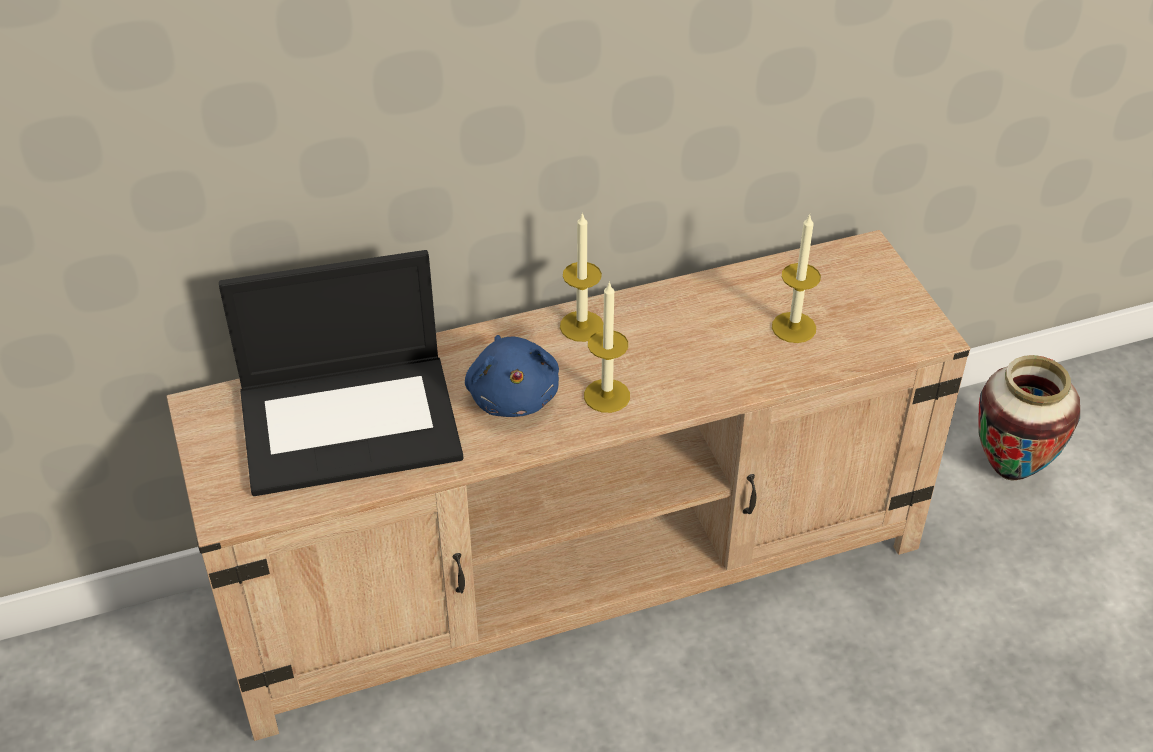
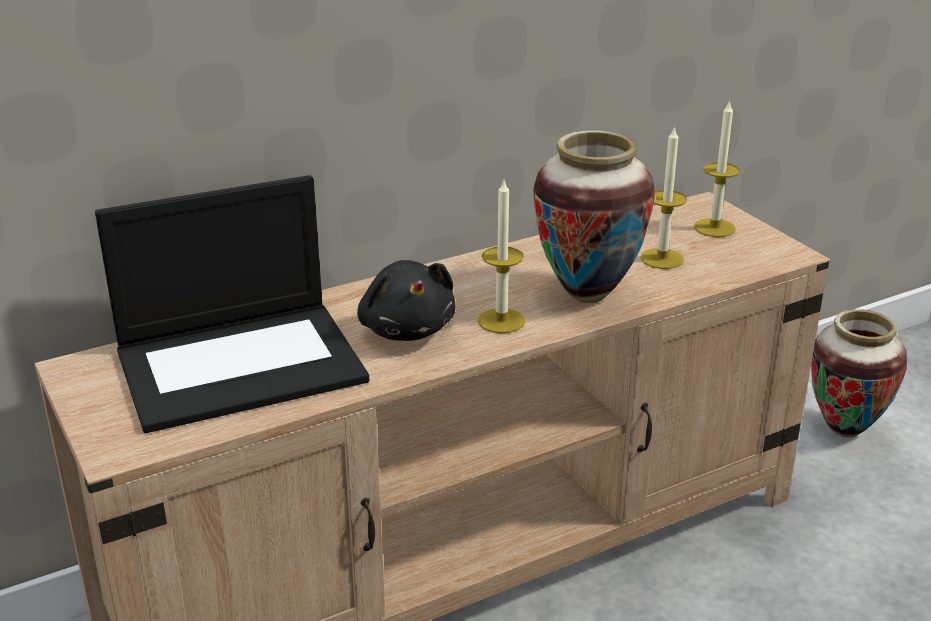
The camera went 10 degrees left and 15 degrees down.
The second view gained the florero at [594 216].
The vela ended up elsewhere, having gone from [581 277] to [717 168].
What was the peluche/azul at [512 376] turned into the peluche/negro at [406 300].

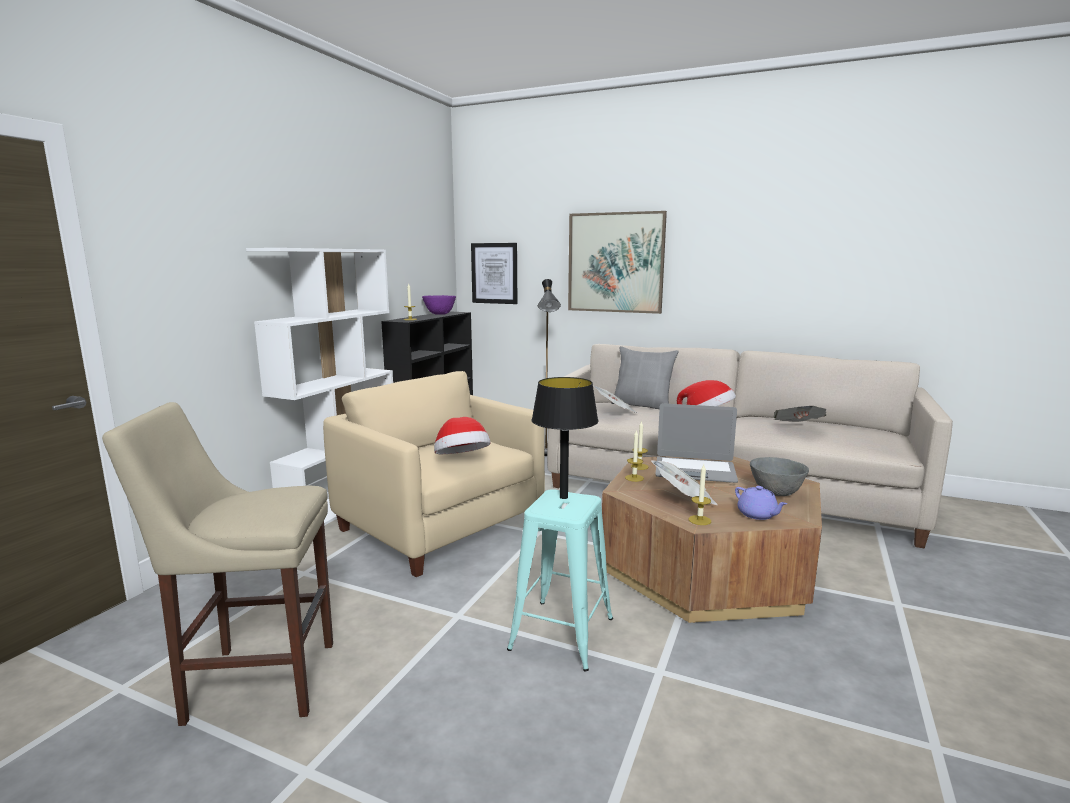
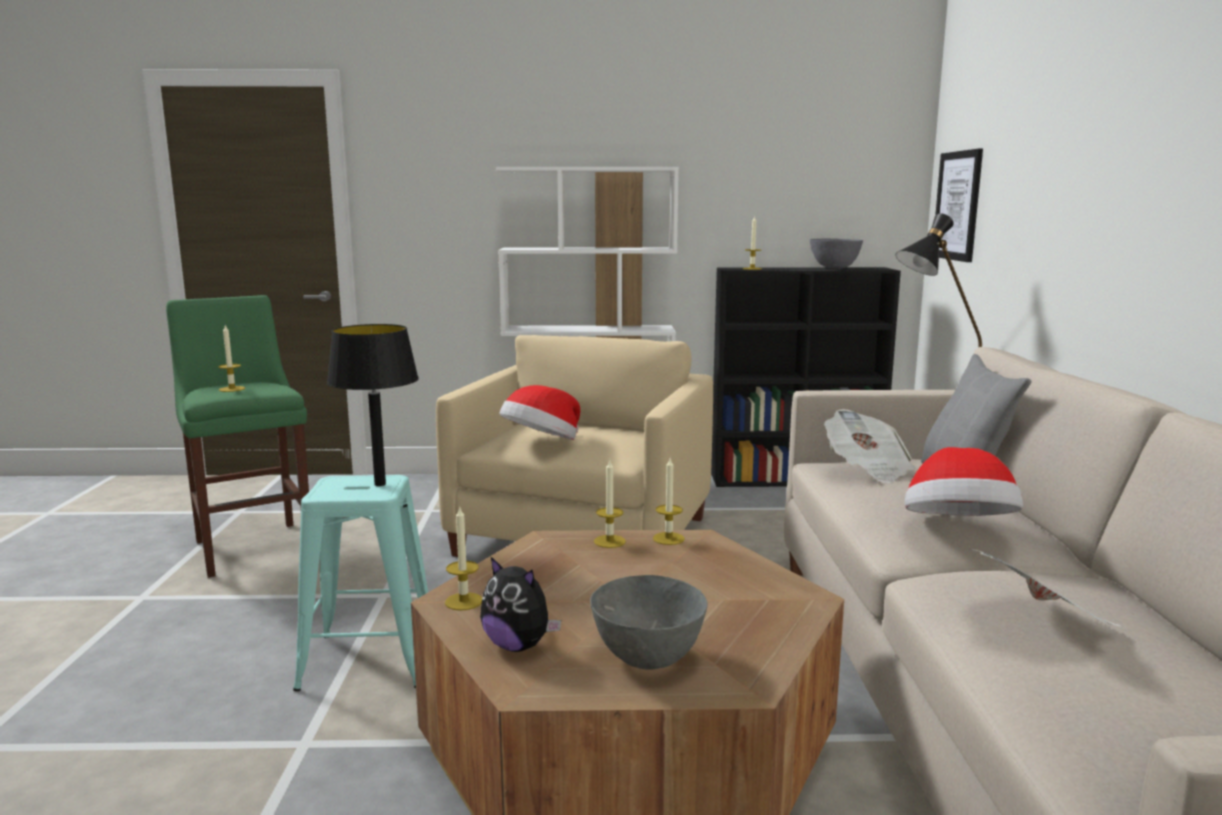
The camera went 65 degrees right and 0 degrees up.
The second view lost the cuadro at [617 262].
The second view lost the periódico at [684 482].
The second view lost the portátil at [696 443].
The second view gained the vela at [231 358].
Where the tetera/morado stood at [761 503], the peluche came to stand at [520 604].
What was the taburete/beis at [217 564] turned into the taburete/verde at [237 436].
What was the cuenco/morado at [439 305] turned into the cuenco/gris at [836 253].

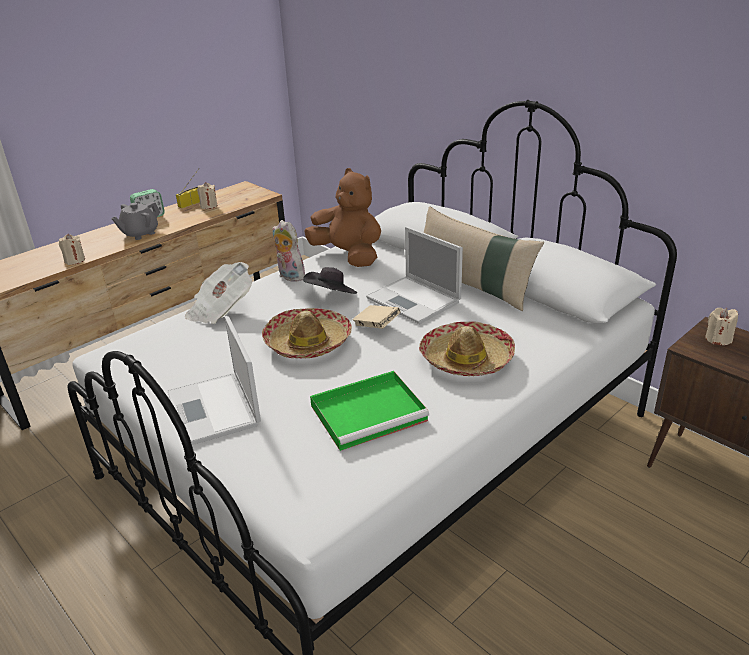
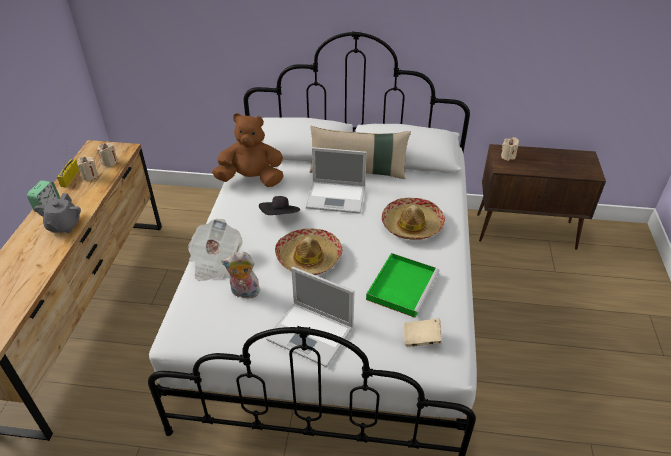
The camera went 40 degrees left and 10 degrees up.
The vela/beis ended up elsewhere, having gone from [72 249] to [107 155].
The peluche ended up elsewhere, having gone from [288 251] to [240 275].
The libro/beis ended up elsewhere, having gone from [377 317] to [423 332].

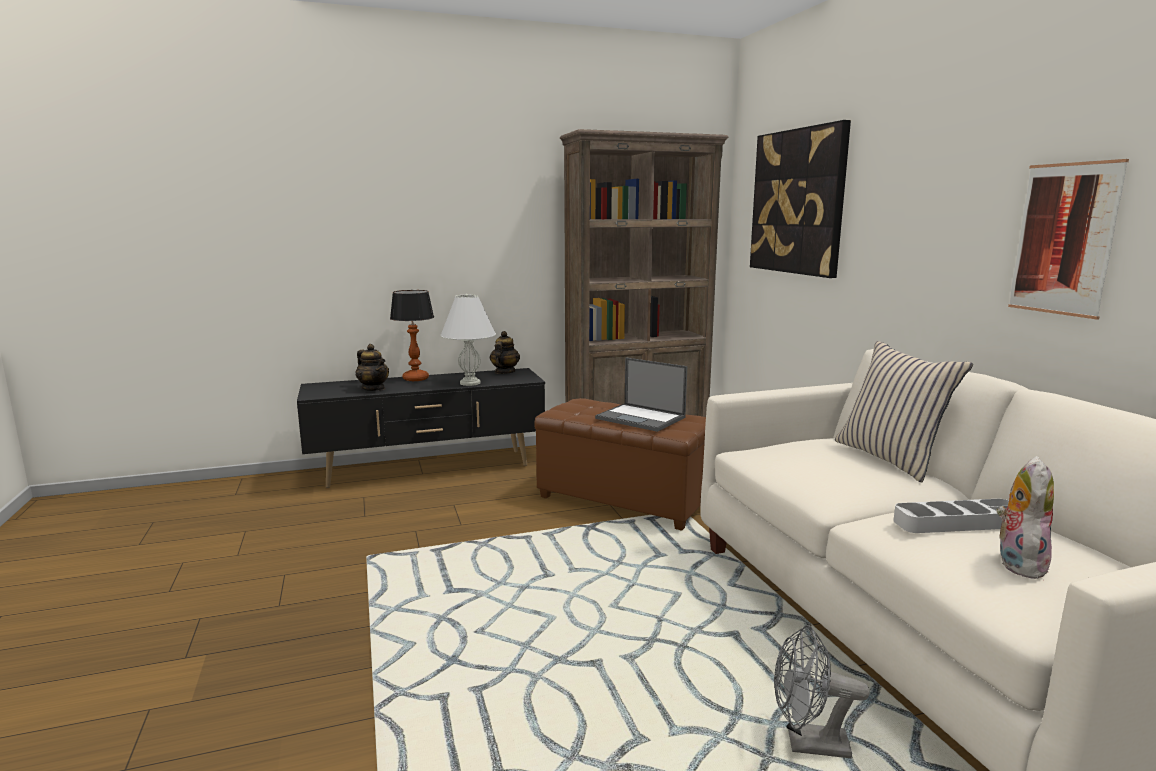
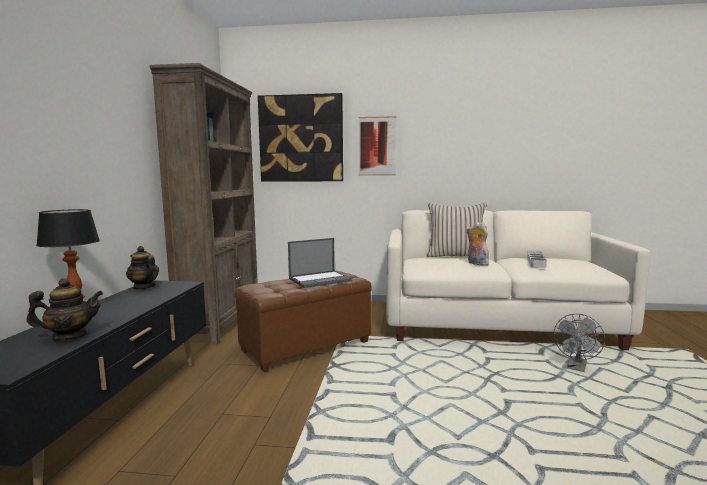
The camera went 65 degrees left and 5 degrees down.
The second view lost the lámpara de mesa/blanco at [468 340].
The peluche ended up elsewhere, having gone from [1025 517] to [477 243].
The cuadro ended up elsewhere, having gone from [1068 239] to [377 146].

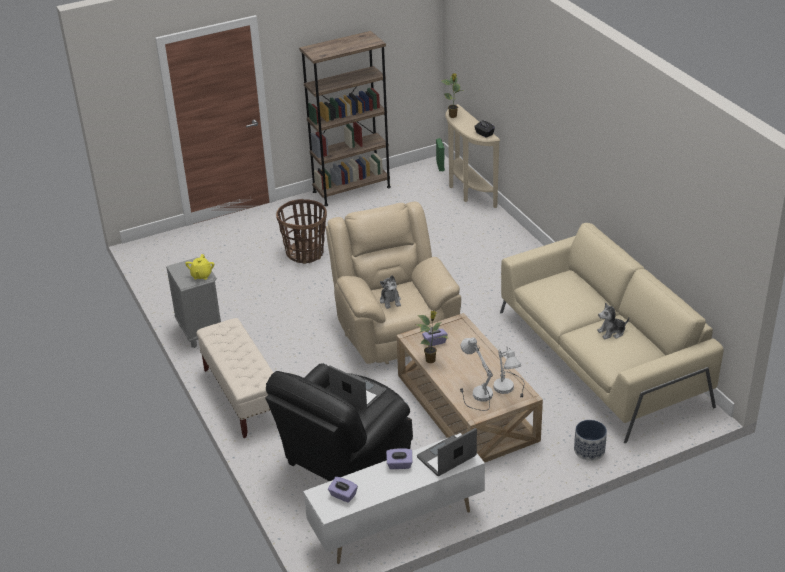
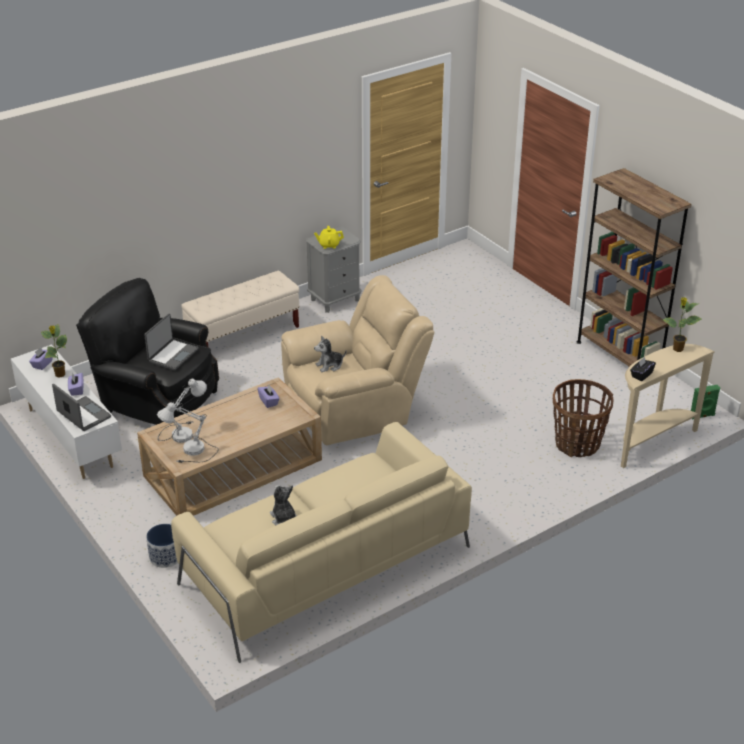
The camera went 80 degrees right and 0 degrees up.
The cesta ended up elsewhere, having gone from [301 231] to [583 418].
The planta en maceta ended up elsewhere, having gone from [432 337] to [54 351].

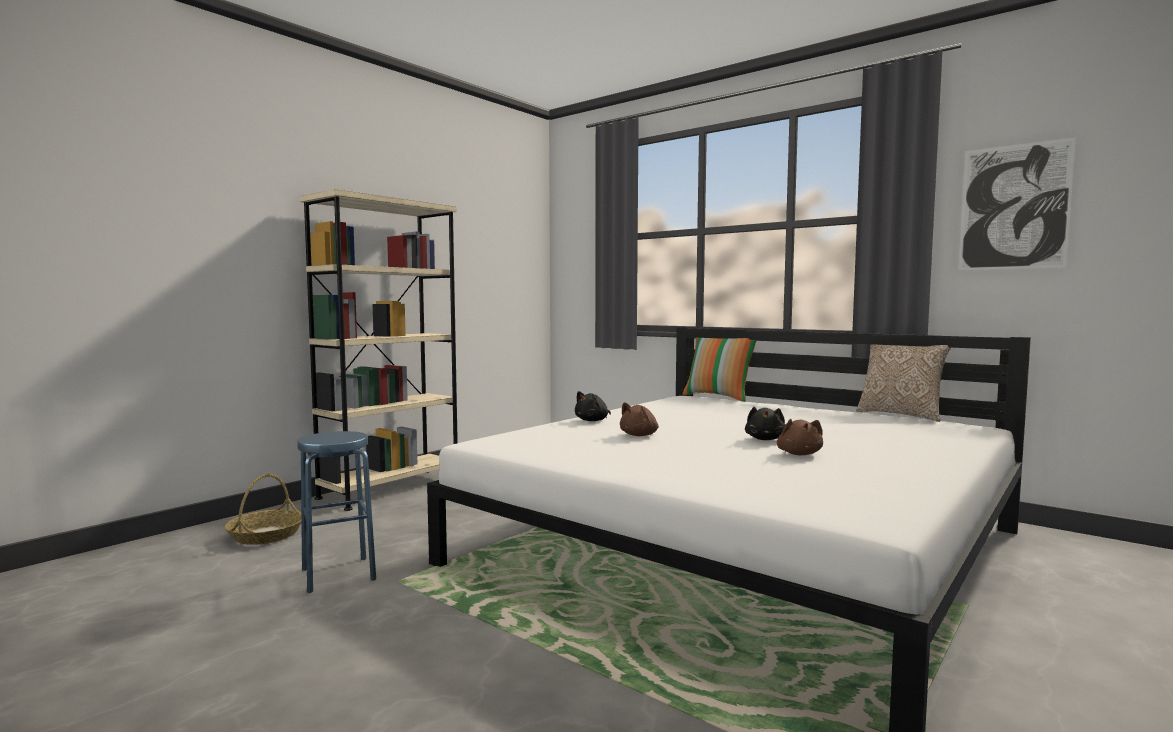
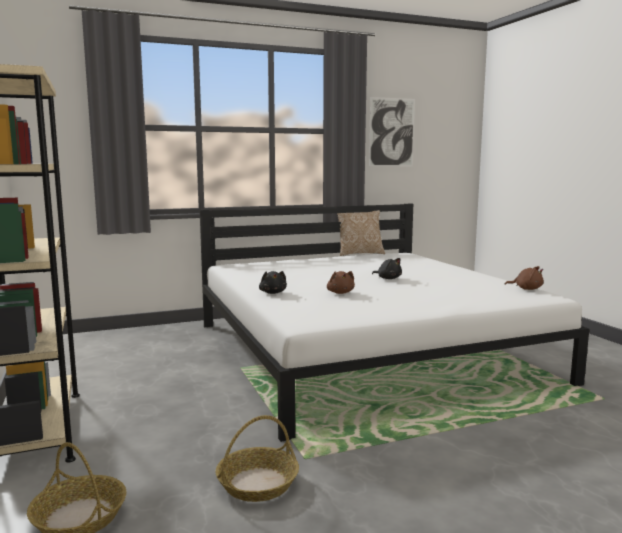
The camera went 60 degrees left and 5 degrees up.
The second view lost the cojín at [720 370].
The peluche/marrón ended up elsewhere, having gone from [800 437] to [524 278].
Where the taburete/azul stood at [336 512], the cesta came to stand at [257 458].

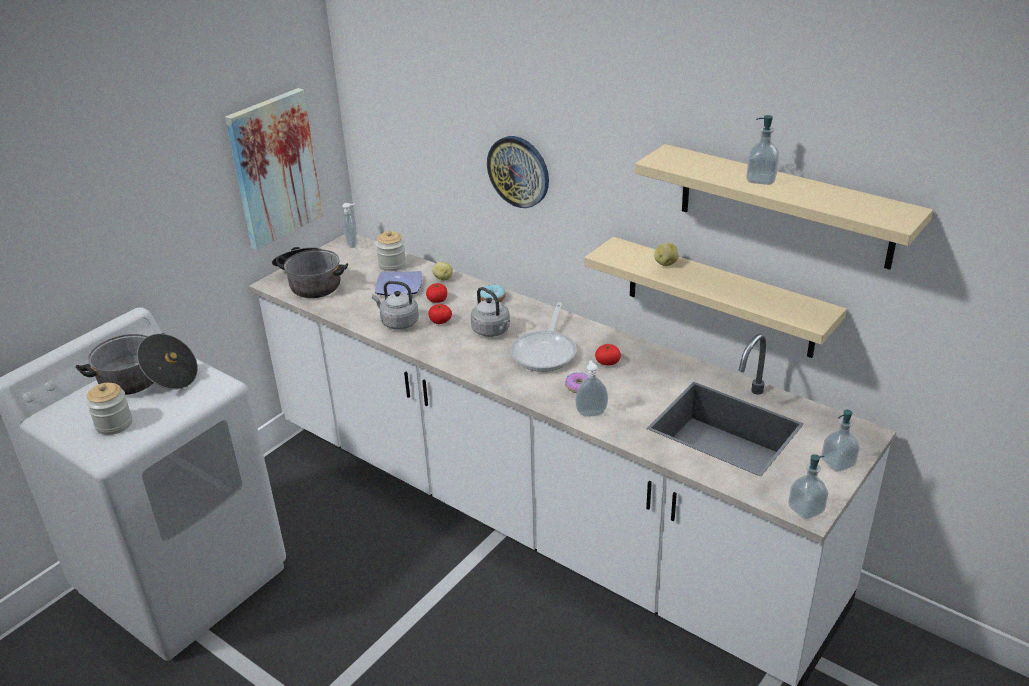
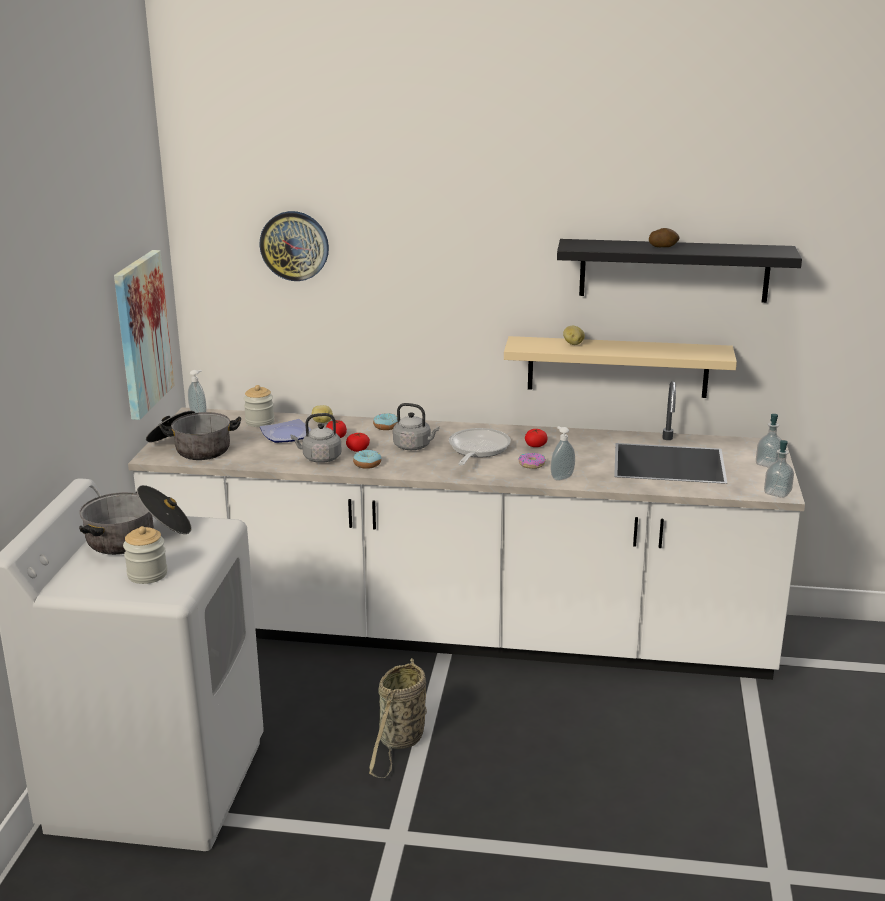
The camera went 30 degrees left and 10 degrees down.
The second view gained the rosquilla at [367 459].
The second view gained the cesta at [398 718].
The reloj de pared ended up elsewhere, having gone from [518 172] to [294 246].
Where the dispensador de jabón stood at [762 150], the patata came to stand at [664 237].
What was the estante/beis at [784 207] turned into the estante/negro at [679 271].
The sartén at [543 337] ended up facing another way, 150 degrees counterclockwise from before.

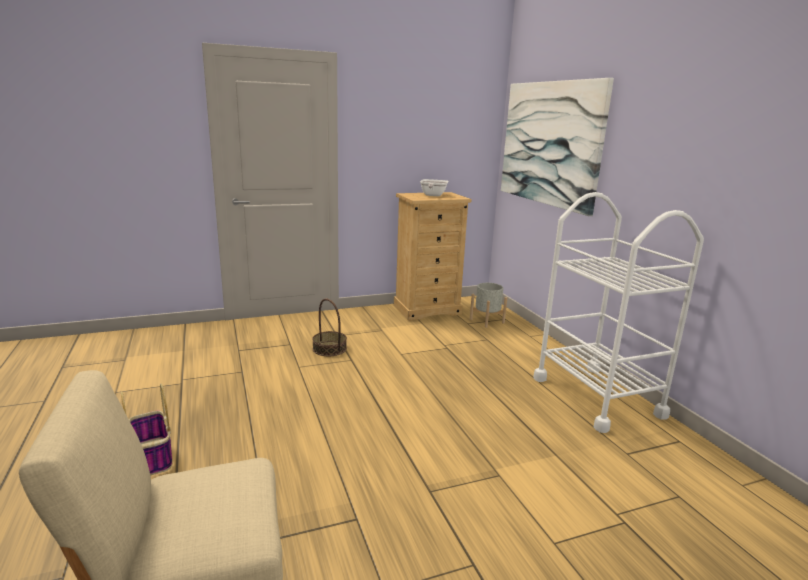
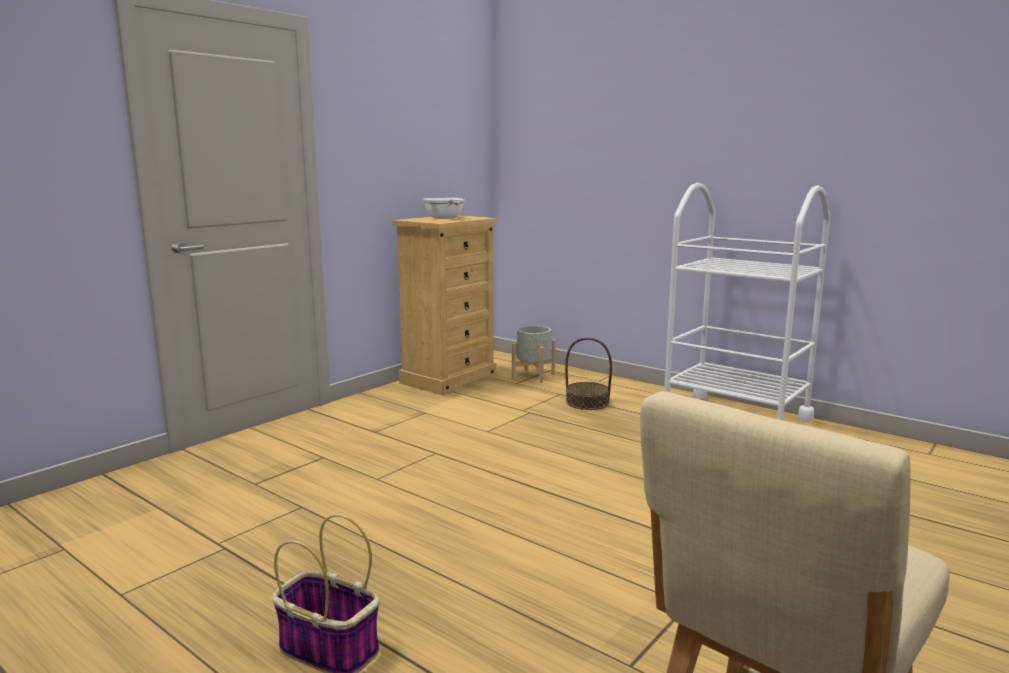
The camera went 30 degrees left and 5 degrees down.
The second view lost the cuadro at [557 147].
The cesta ended up elsewhere, having gone from [329 327] to [588 373].

